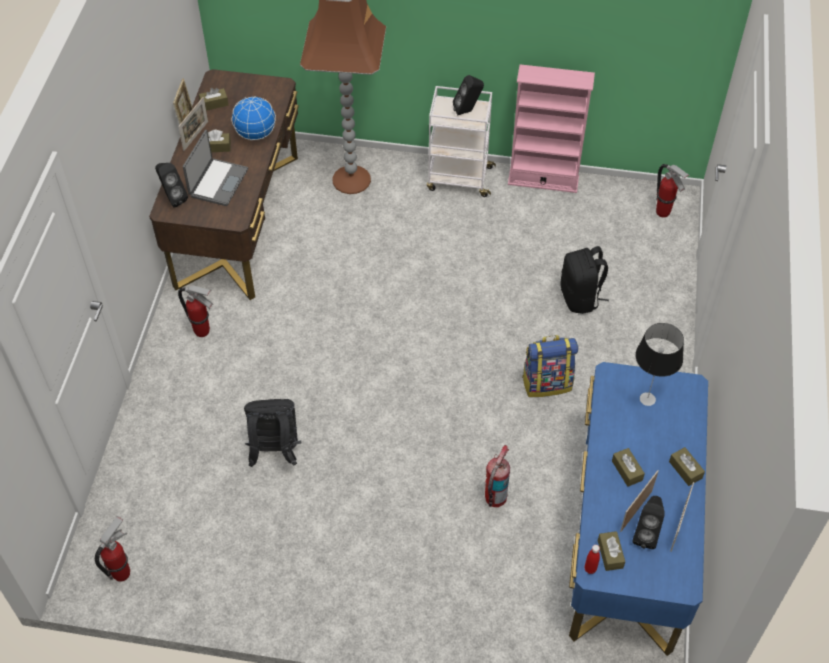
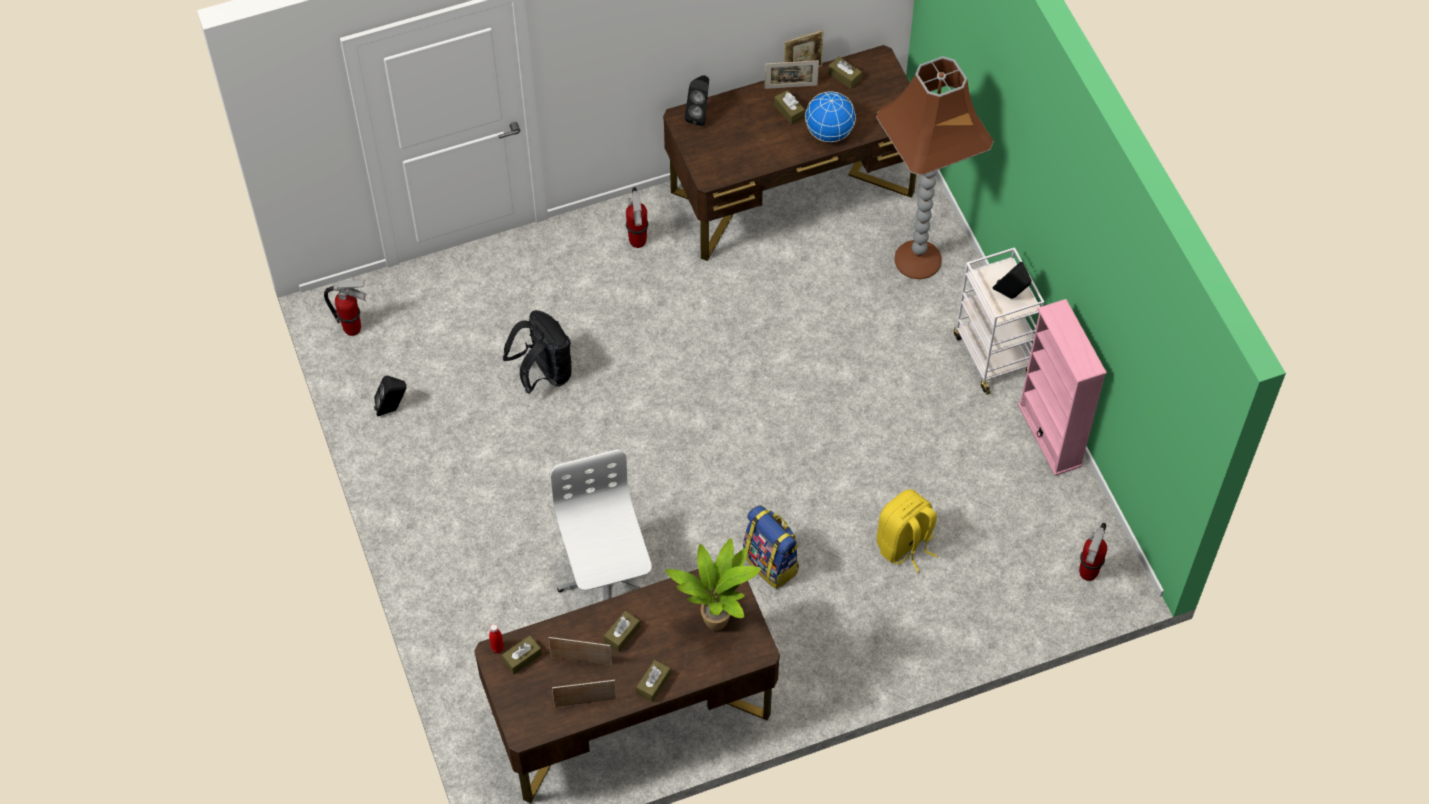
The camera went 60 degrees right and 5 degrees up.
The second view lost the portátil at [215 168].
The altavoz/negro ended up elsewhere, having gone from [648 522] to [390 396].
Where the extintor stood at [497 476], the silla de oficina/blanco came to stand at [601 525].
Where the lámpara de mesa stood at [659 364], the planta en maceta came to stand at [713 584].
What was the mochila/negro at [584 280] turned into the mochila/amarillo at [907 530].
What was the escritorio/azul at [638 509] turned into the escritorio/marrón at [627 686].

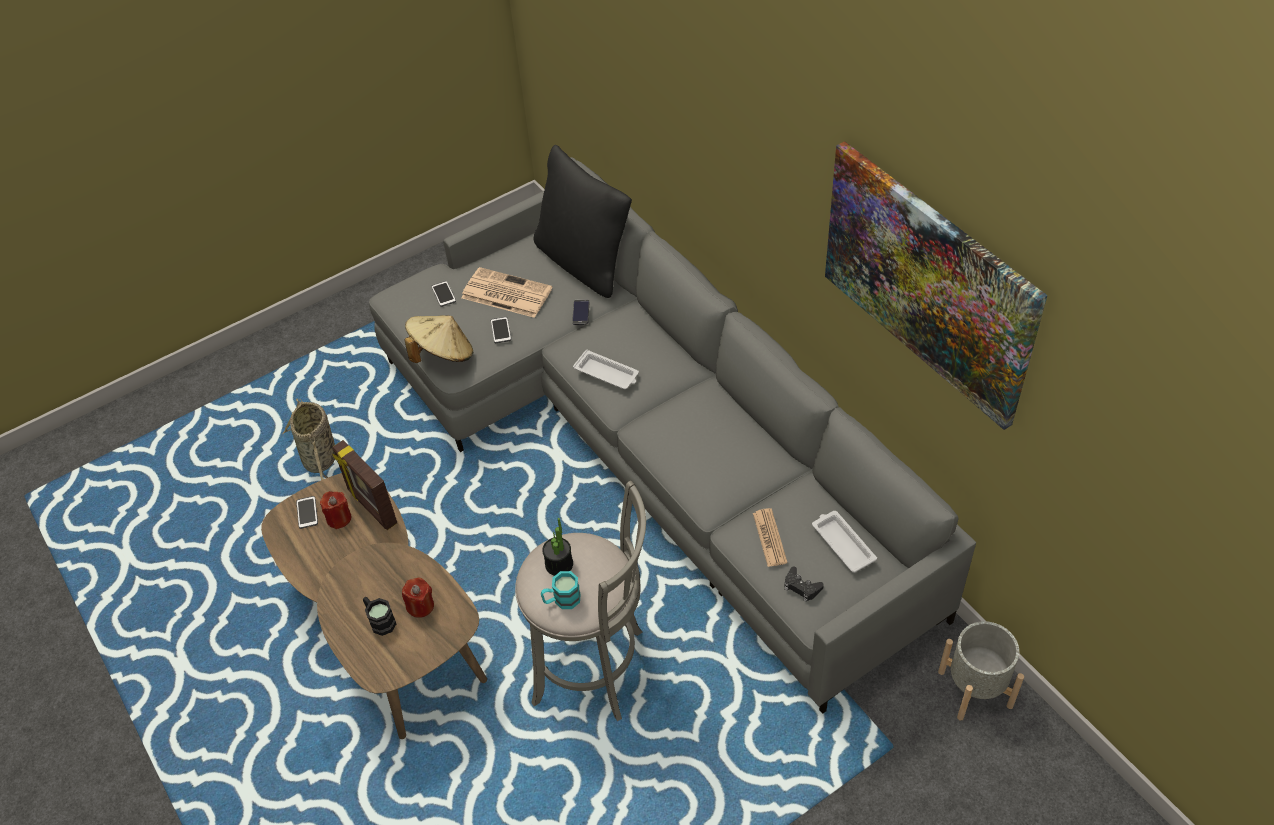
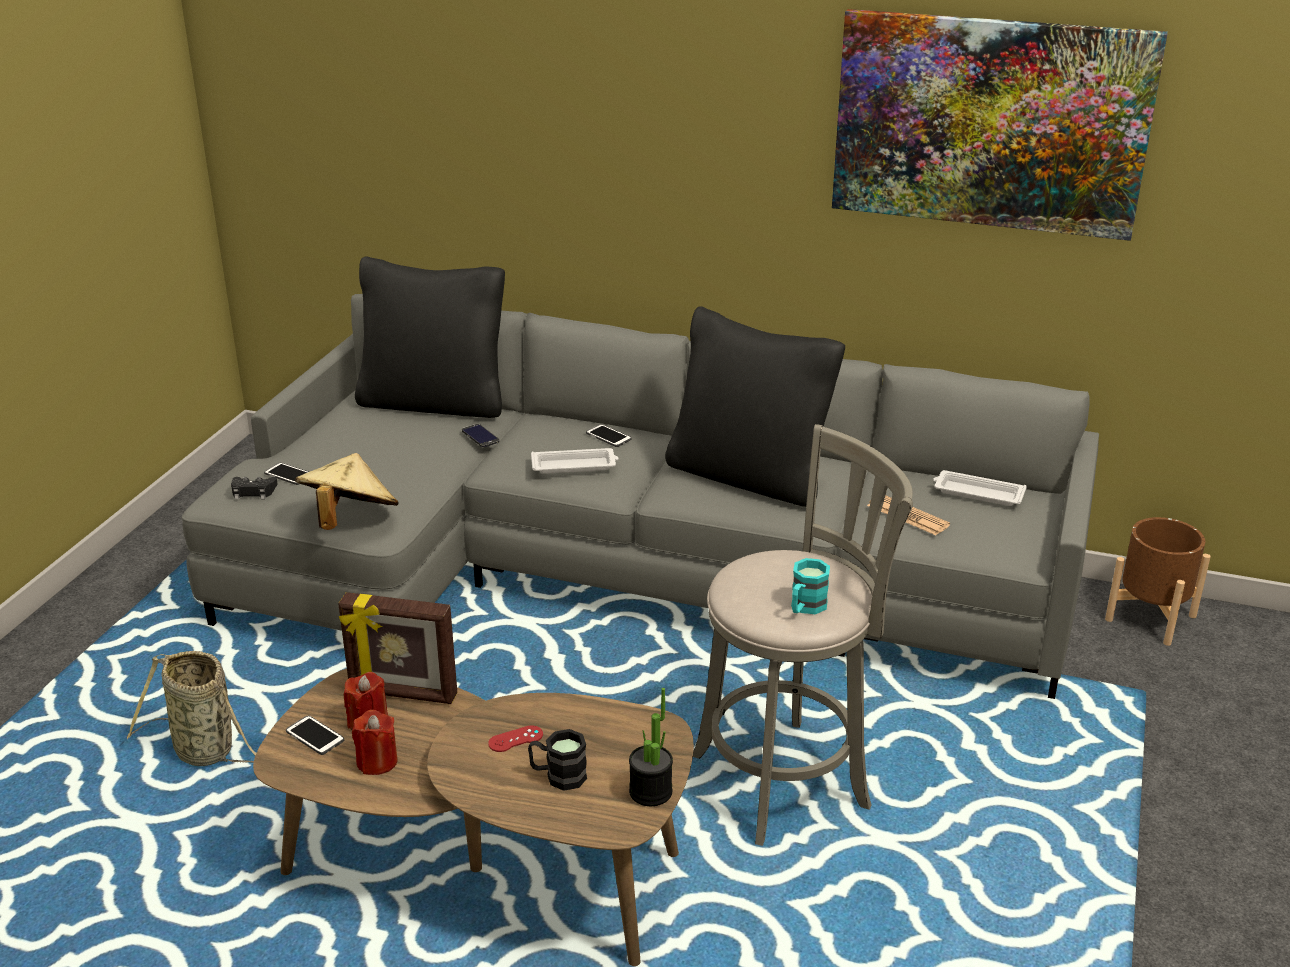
The camera went 40 degrees left and 20 degrees down.
The second view lost the periódico at [506 292].
The second view gained the mando de consola/rojo at [515 738].
The second view gained the cojín/negro at [755 406].
The vela/rojo ended up elsewhere, having gone from [418 597] to [375 742].
The móvil ended up elsewhere, having gone from [501 330] to [608 435].
The planta en maceta ended up elsewhere, having gone from [557 547] to [651 747].
The mando de consola/negro ended up elsewhere, having gone from [804 584] to [254 488].
What was the maceta/gris at [981 671] turned into the maceta/marrón at [1158 581].

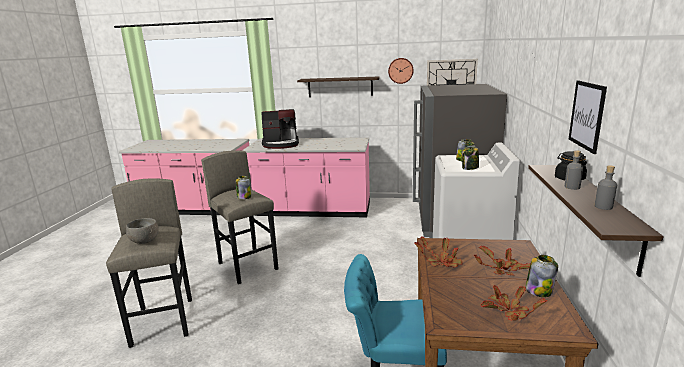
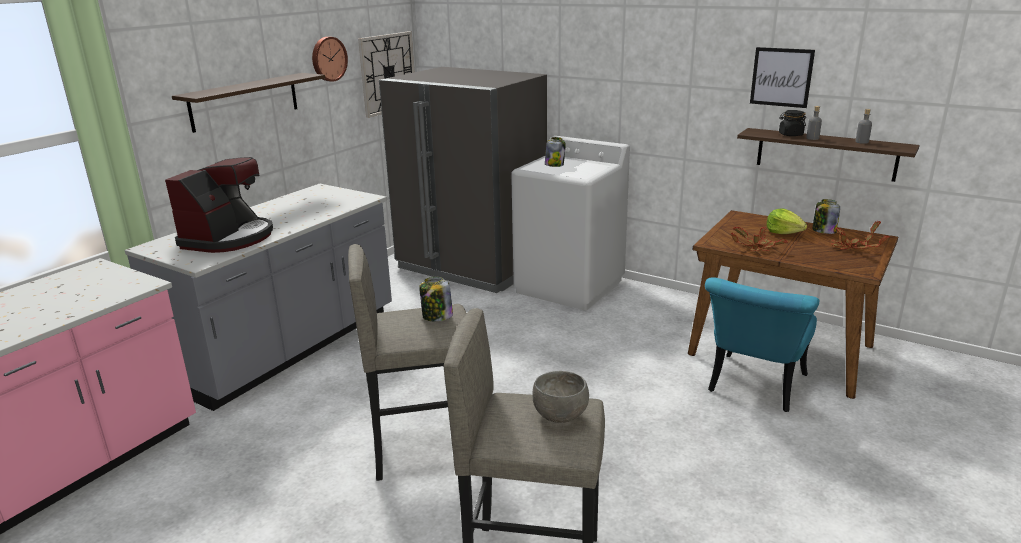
The camera went 65 degrees left and 5 degrees up.
The second view lost the tarro at [470 157].
Where the planta en maceta stood at [502 260], the lechuga came to stand at [787 221].
What was the mueble bajo de cocina/rosa at [306 177] turned into the mueble bajo de cocina/gris at [258 297].

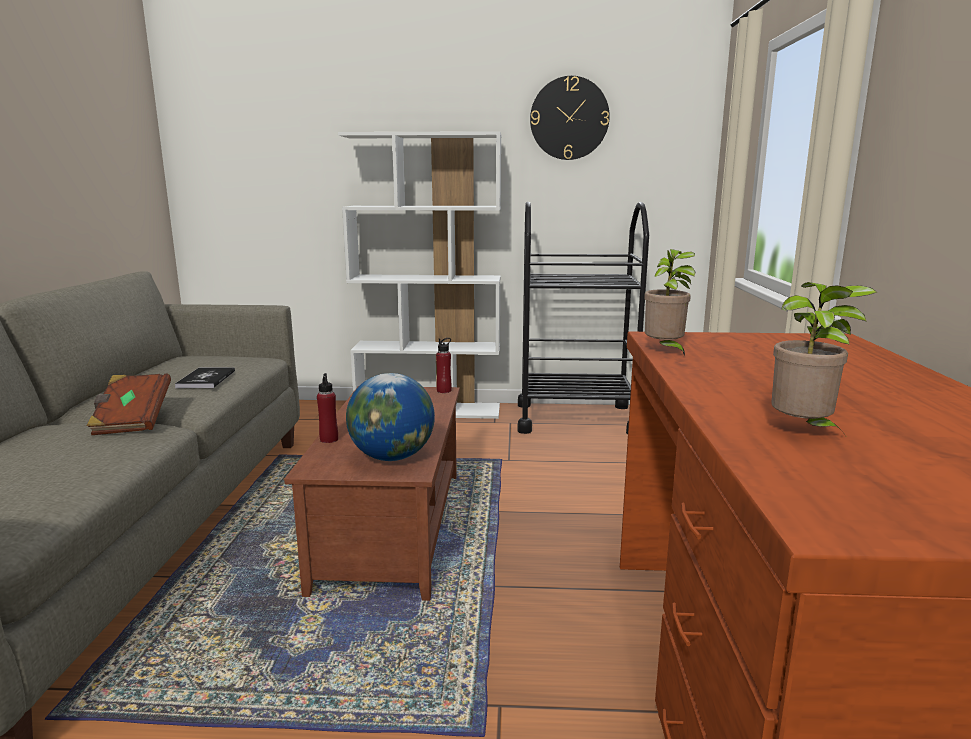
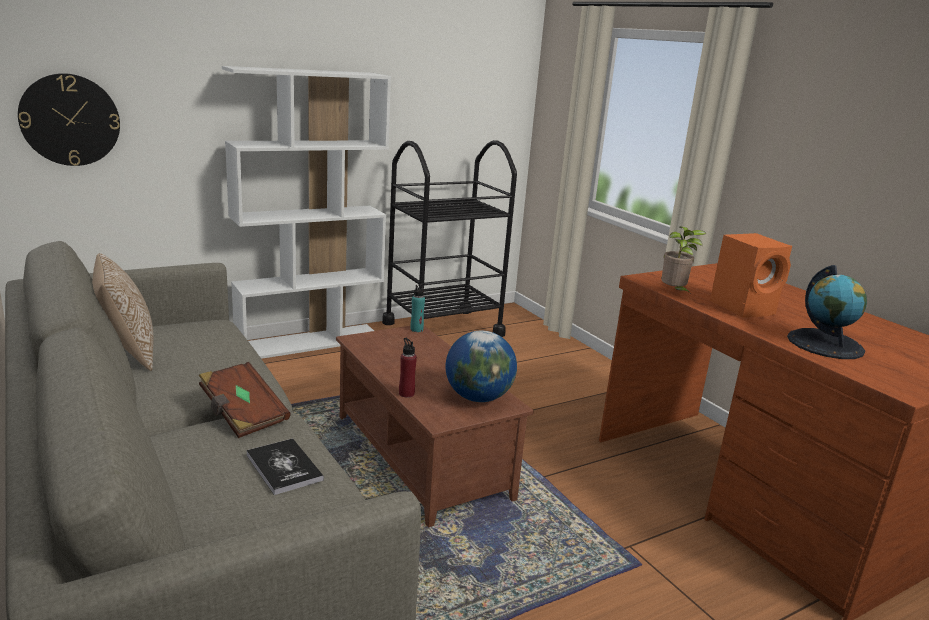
The camera went 35 degrees left and 5 degrees up.
The second view gained the cojín at [122 312].
The second view gained the altavoz/naranja at [751 275].
The libro ended up elsewhere, having gone from [205 377] to [285 466].
The reloj de pared ended up elsewhere, having gone from [570 118] to [69 119].
Where the planta en maceta stood at [824 358], the globo terráqueo came to stand at [827 312].
What was the botella/rojo at [444 365] turned into the botella/turquesa at [417 307].

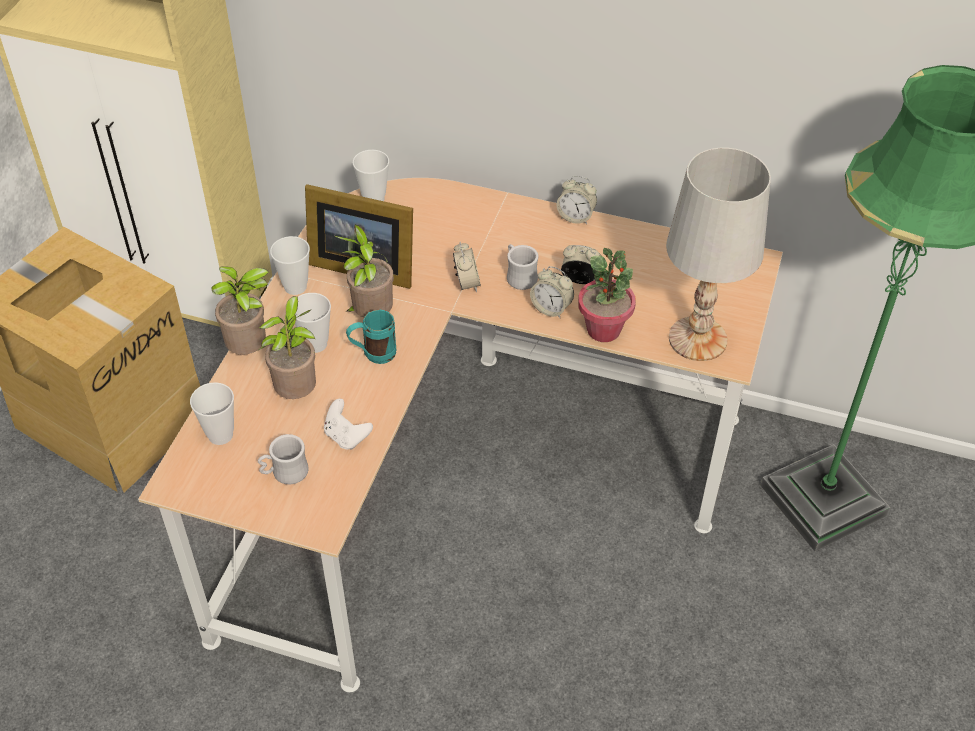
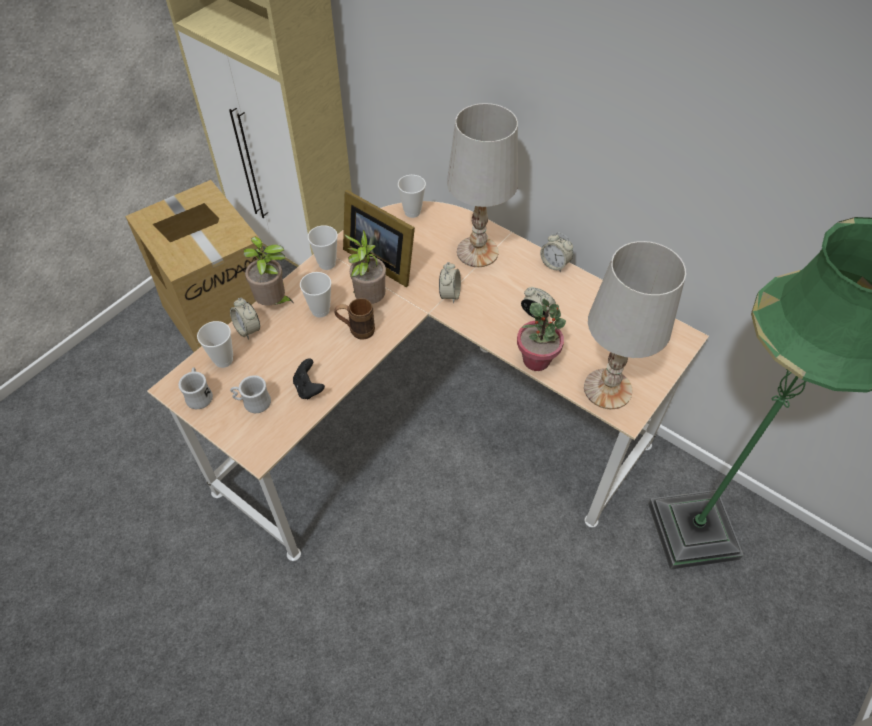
The camera went 20 degrees right and 5 degrees up.
The second view lost the planta en maceta at [287 347].
The second view gained the lámpara de mesa/blanco at [482 185].
The taza grande/blanco ended up elsewhere, having gone from [522 267] to [195 388].
The despertador ended up elsewhere, having gone from [552 292] to [245 318].
What was the mando de consola/blanco at [348 424] turned into the mando de consola/negro at [309 379].
What was the taza grande/turquesa at [371 336] turned into the taza grande/marrón at [355 319].

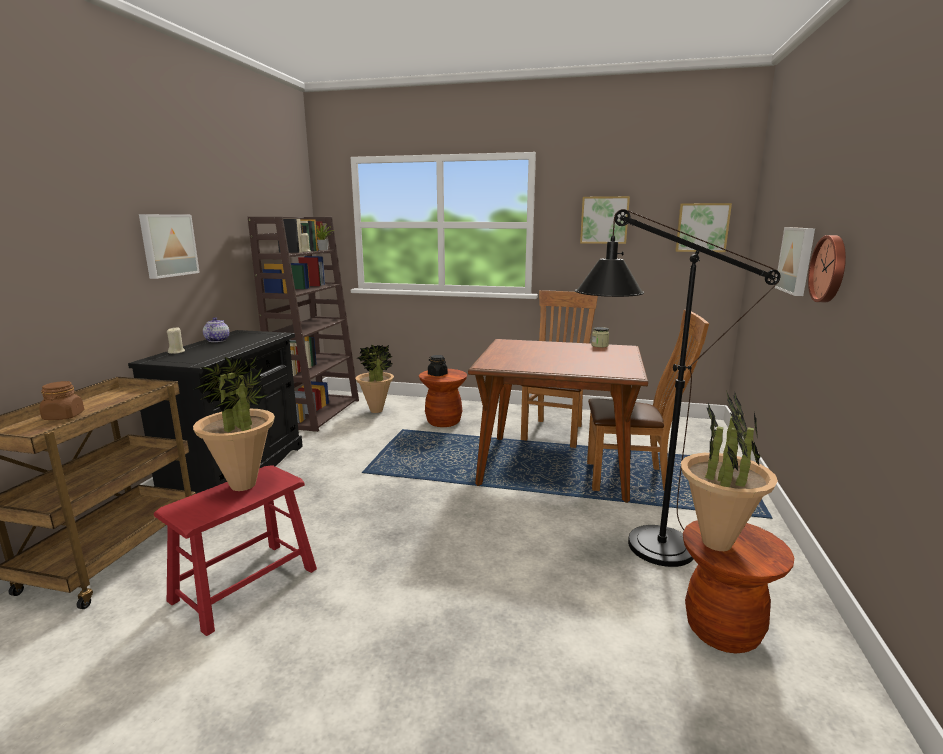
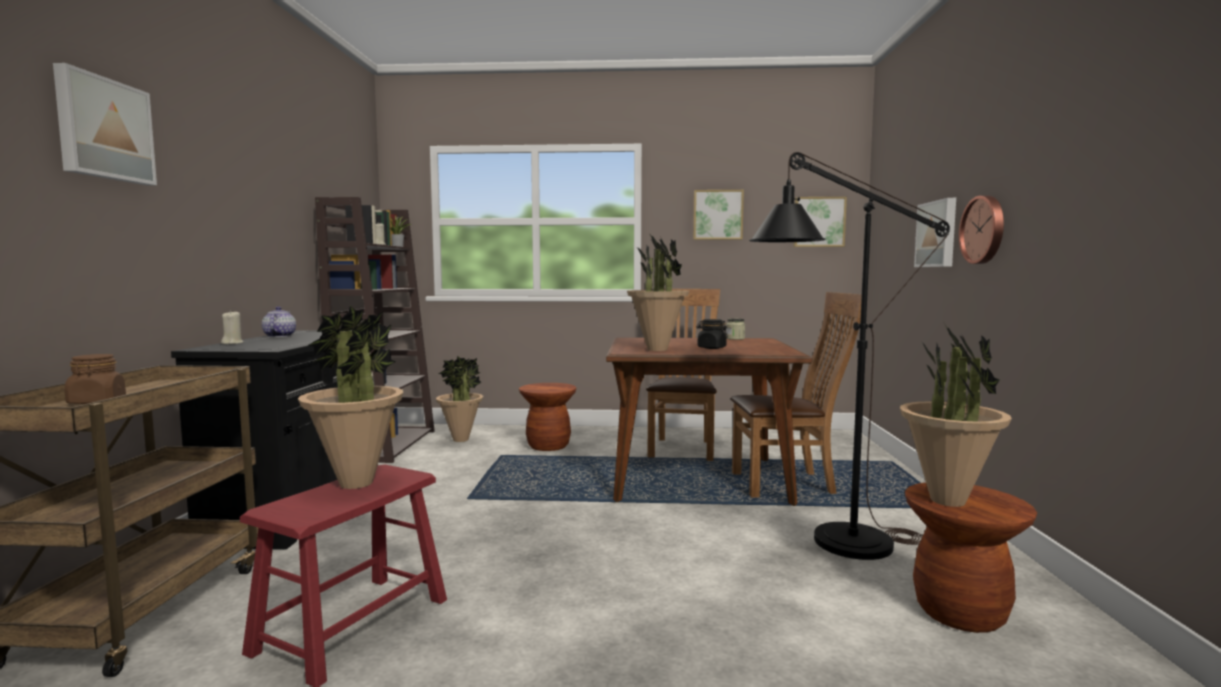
The camera went 10 degrees left and 10 degrees down.
The second view gained the planta en maceta at [658 292].
The cuadro ended up elsewhere, having gone from [169 246] to [105 124].
The tarro/negro ended up elsewhere, having gone from [438 365] to [712 334].

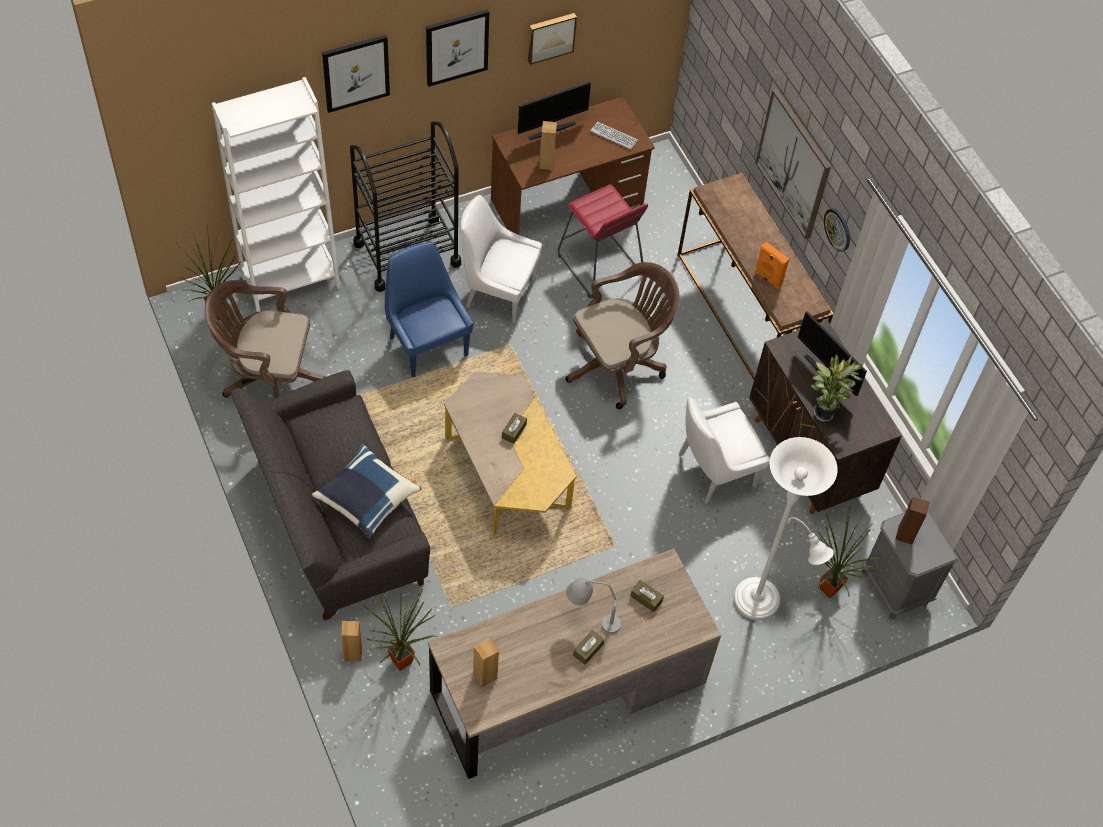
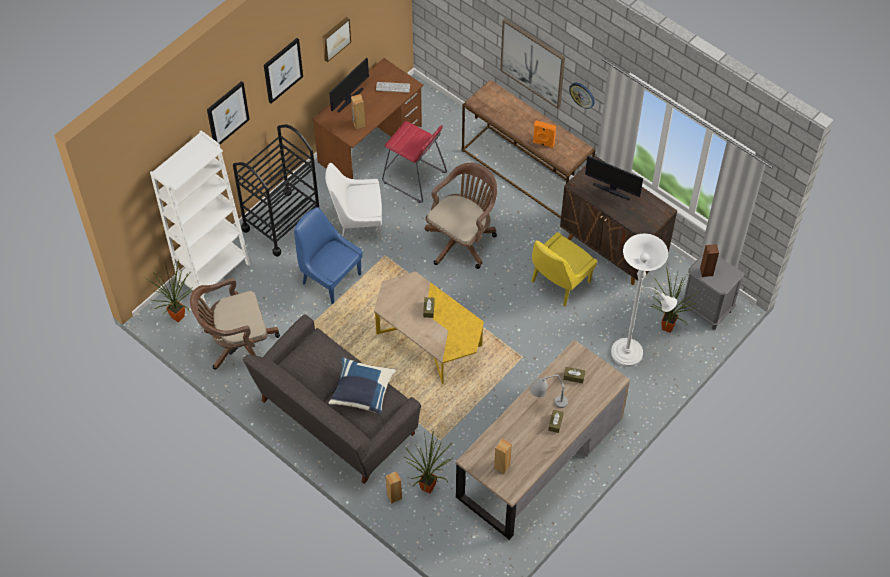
The camera went 20 degrees left and 0 degrees up.
The second view lost the planta en maceta at [837 388].
What was the silla/blanco at [724 450] turned into the silla/amarillo at [564 269].

